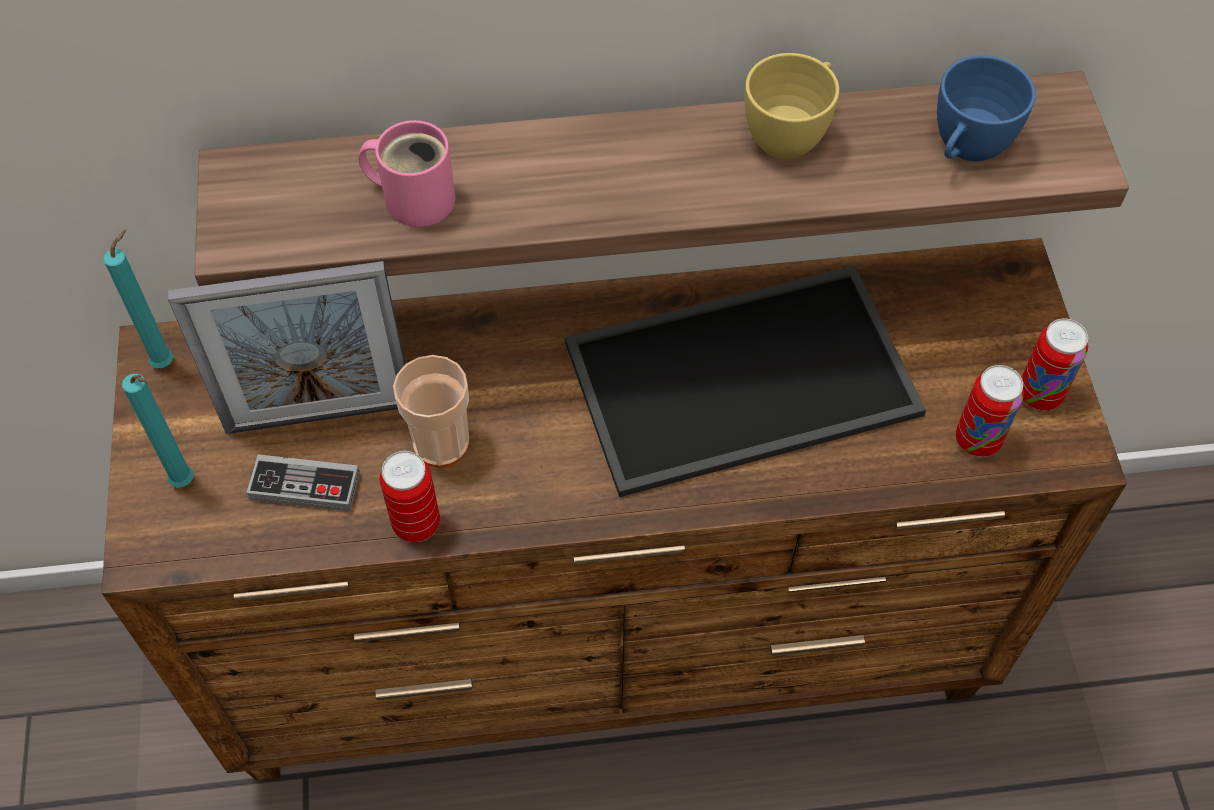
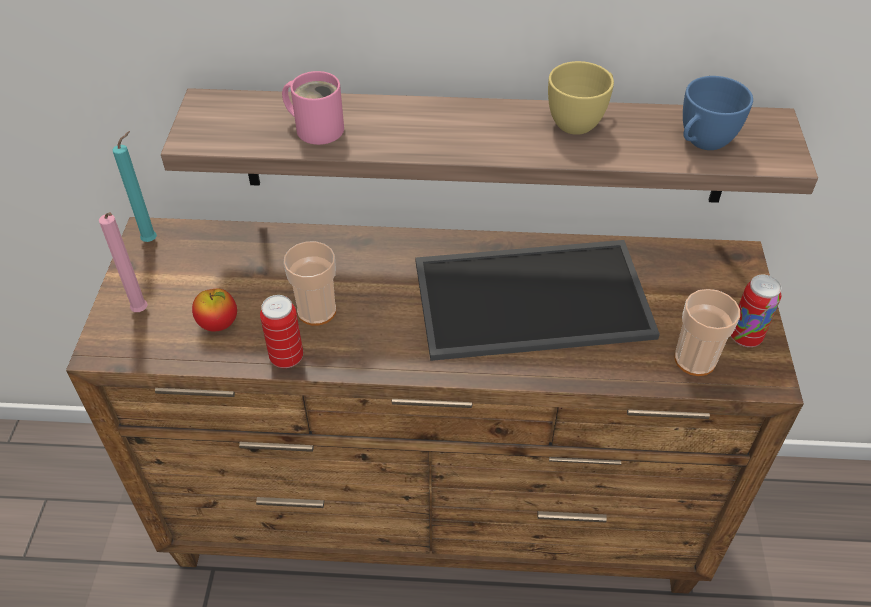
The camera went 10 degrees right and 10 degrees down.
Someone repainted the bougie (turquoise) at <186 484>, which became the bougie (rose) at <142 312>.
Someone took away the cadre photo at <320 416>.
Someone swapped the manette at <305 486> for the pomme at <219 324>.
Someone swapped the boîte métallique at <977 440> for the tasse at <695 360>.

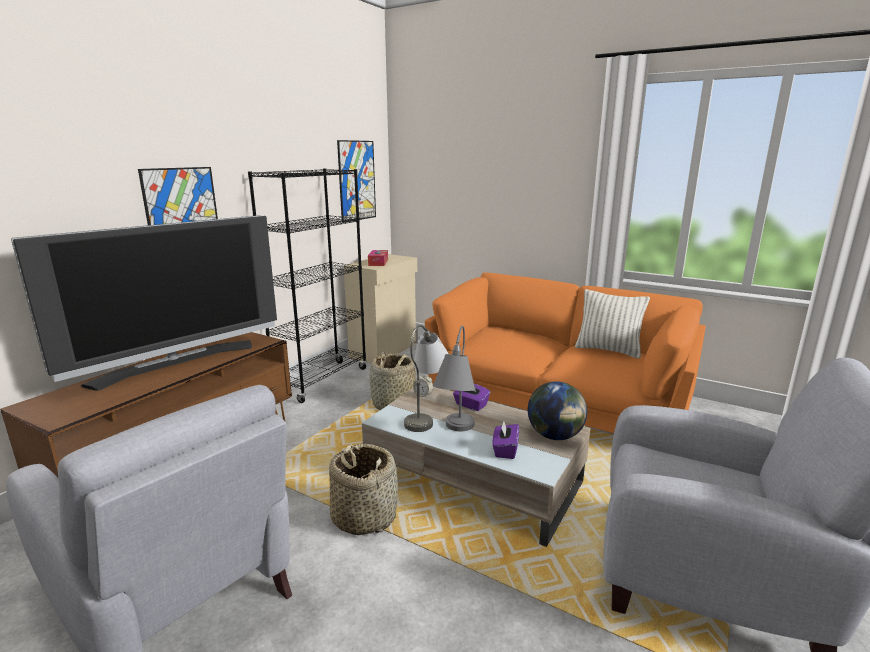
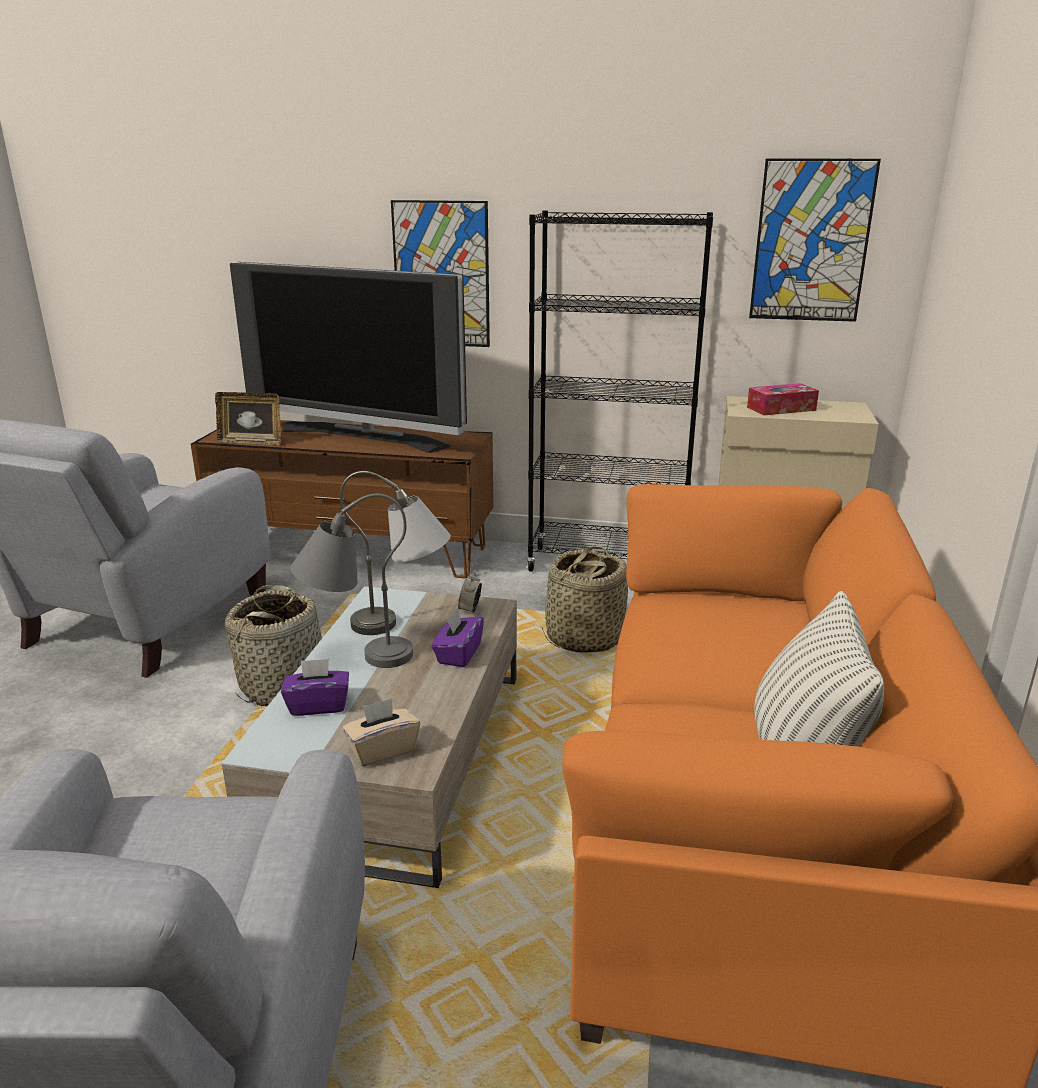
The camera went 70 degrees right and 5 degrees up.
Someone swapped the globe at <555 436> for the boîte à mouchoirs (beige) at <382 750>.
Someone put down the cadre photo at <251 442>.

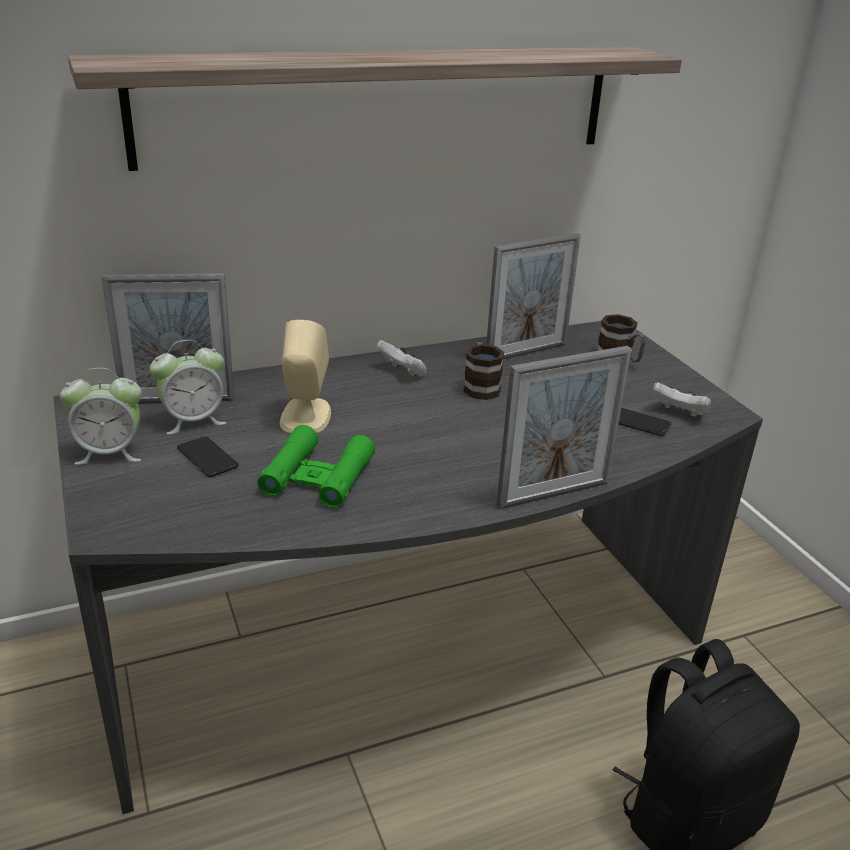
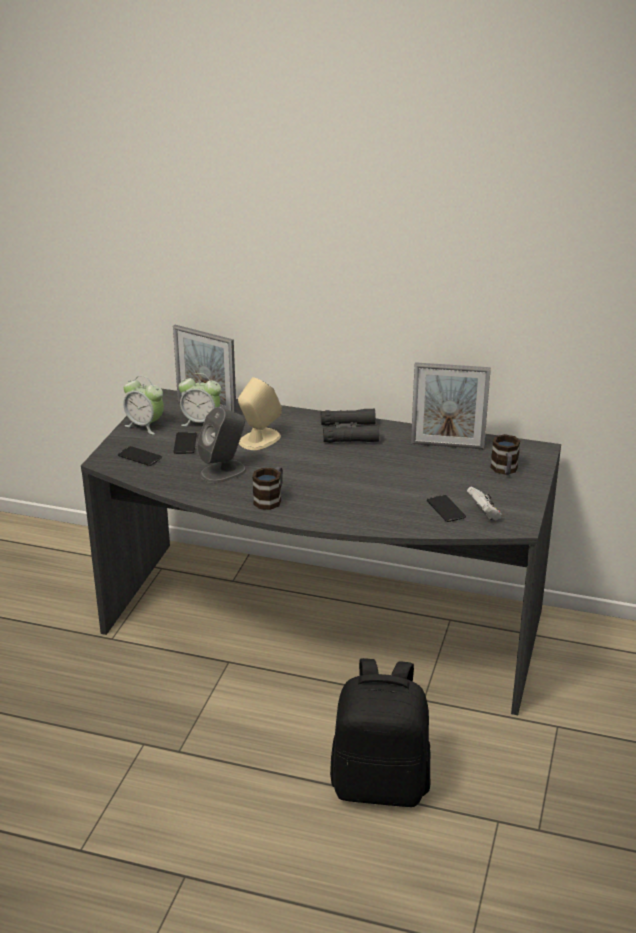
The camera went 40 degrees right and 0 degrees up.
Someone took away the étagère at <383 104>.
Someone swapped the jumelles (vert) at <317 477> for the enceinte (gris) at <224 472>.
Someone swapped the manette (blanc) at <403 372> for the jumelles (noir) at <349 432>.
Someone carried the mug from <480 386> to <270 499>.
Someone took away the cadre photo at <553 494>.
Someone put down the téléphone at <140 457>.

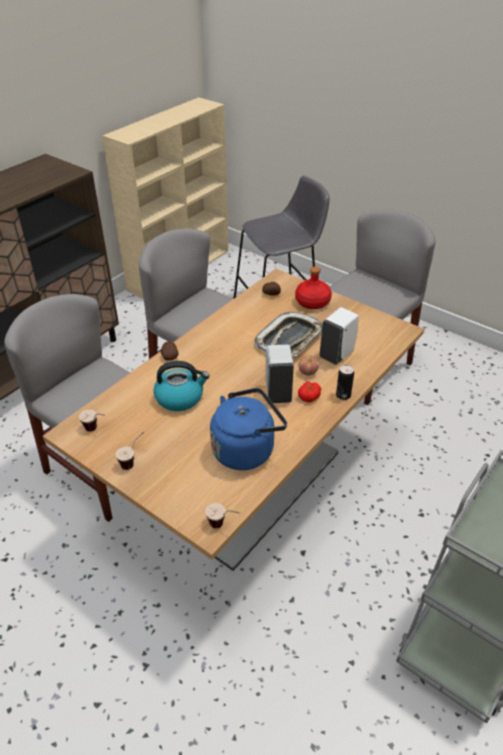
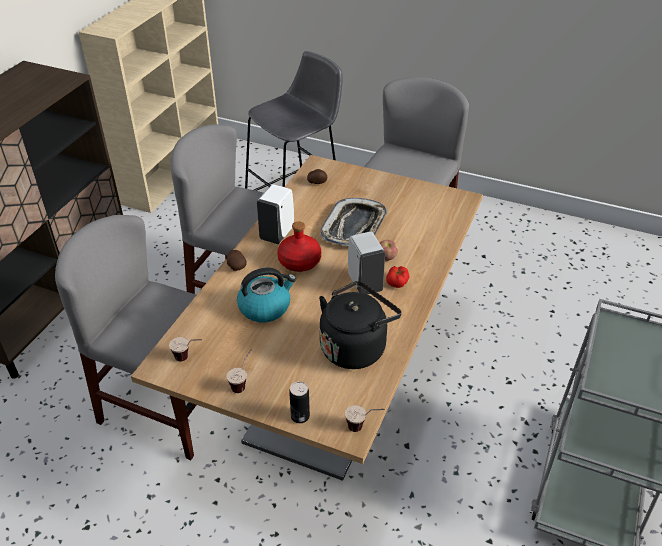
The camera went 15 degrees left and 0 degrees up.
Someone repainted the bouilloire (bleu) at <246 449>, which became the bouilloire (noir) at <355 347>.
Someone carried the bouteille (rouge) from <312 302> to <299 262>.
Someone carried the distributeur de savon (blanc) from <337 354> to <277 233>.
Someone carried the boîte métallique from <343 395> to <300 416>.

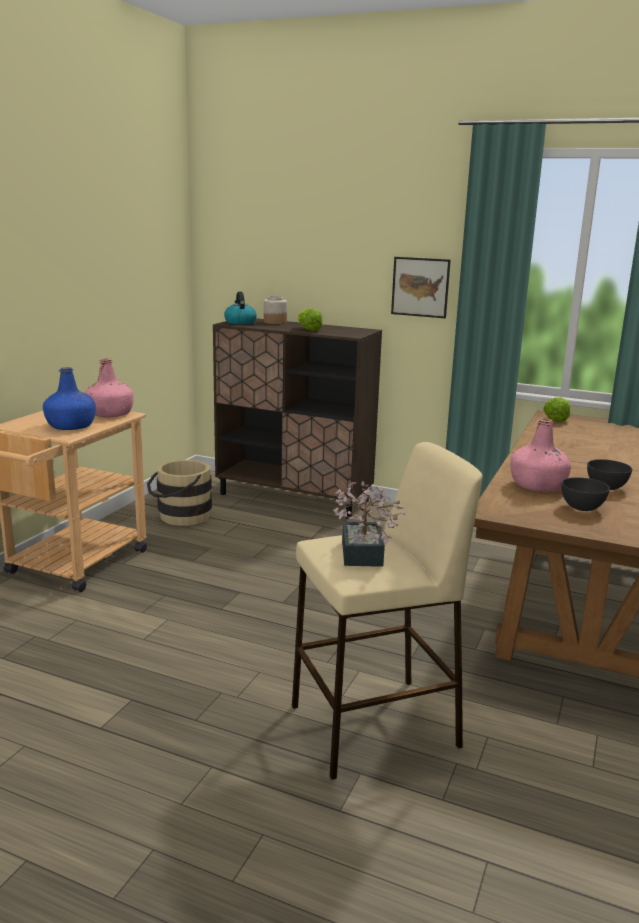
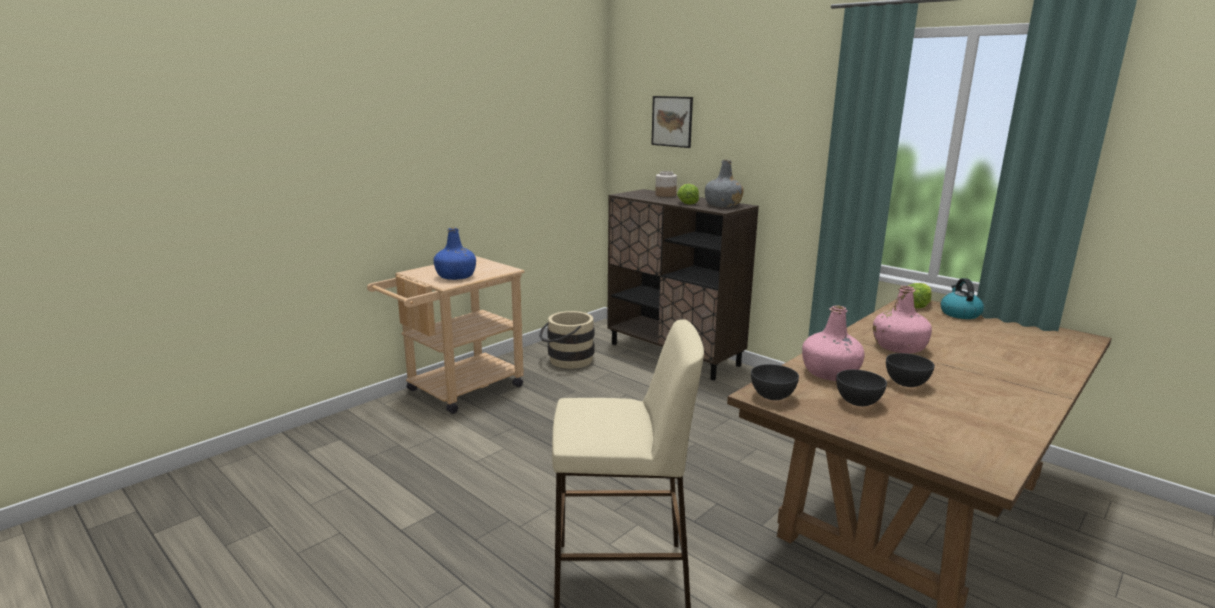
The camera went 20 degrees right and 0 degrees up.
Someone carried the bouteille (rose) from <110 414> to <899 347>.
Someone carried the bouilloire from <240 322> to <959 314>.
Someone took away the plante en pot at <361 556>.
Someone carried the tableau from <420 287> to <672 121>.
Someone put down the bouteille (gris) at <723 205>.
Someone put down the bol (gris) at <772 396>.

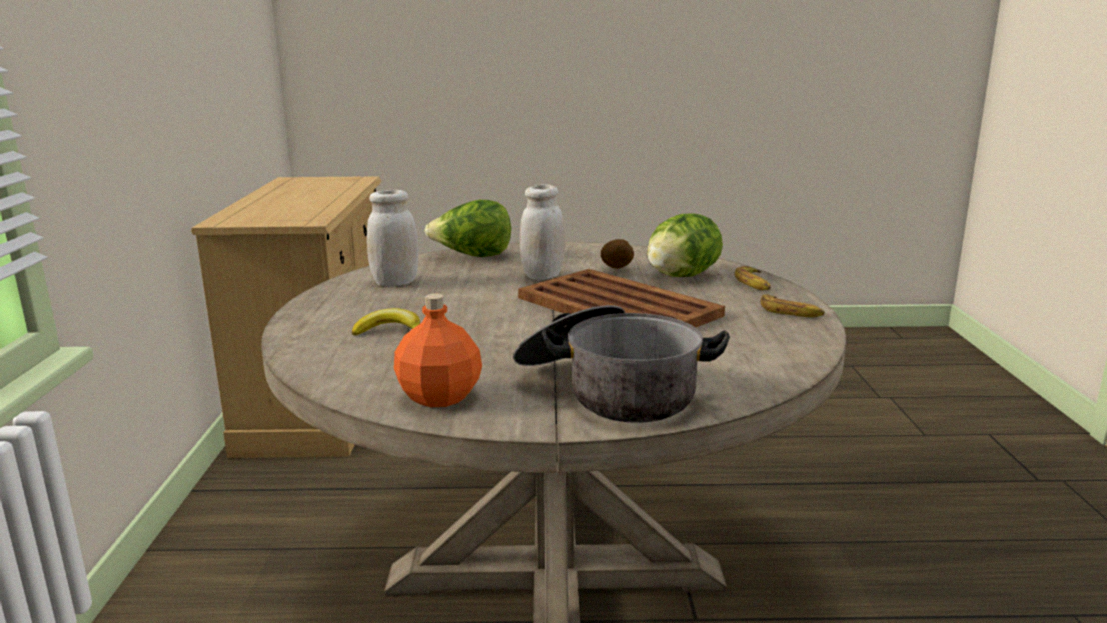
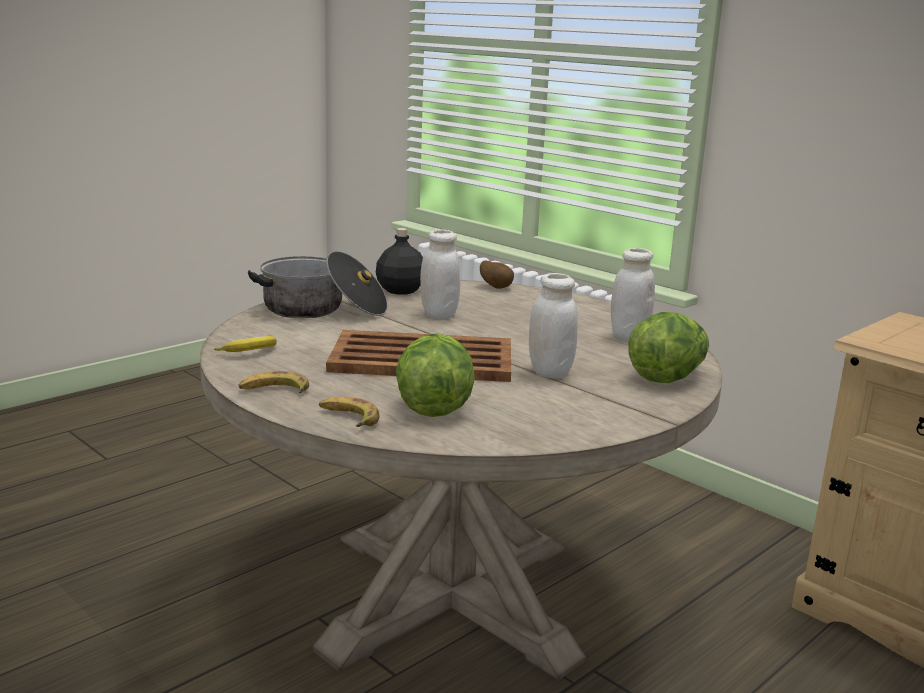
The camera went 135 degrees right and 0 degrees up.
Someone carried the banane from <390 331> to <250 352>.
Someone repainted the bouteille (orange) at <439 398>, which became the bouteille (noir) at <400 290>.
Someone carried the pomme de terre from <616 269> to <497 287>.
Someone put down the bocal (blanc) at <439 314>.

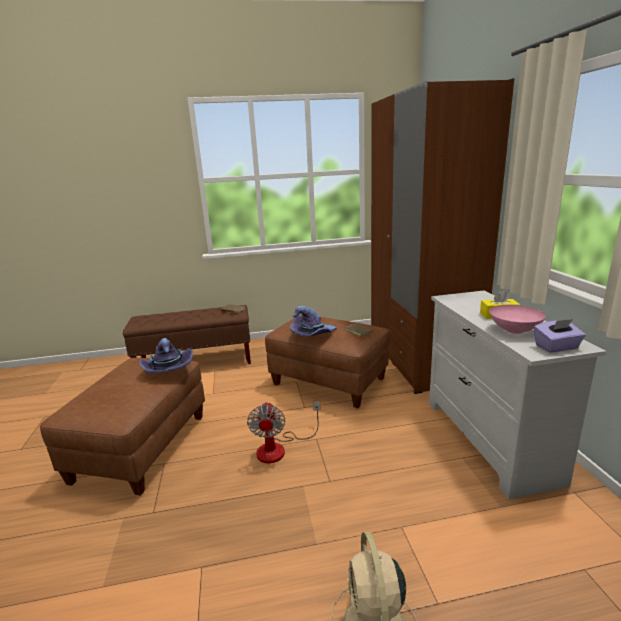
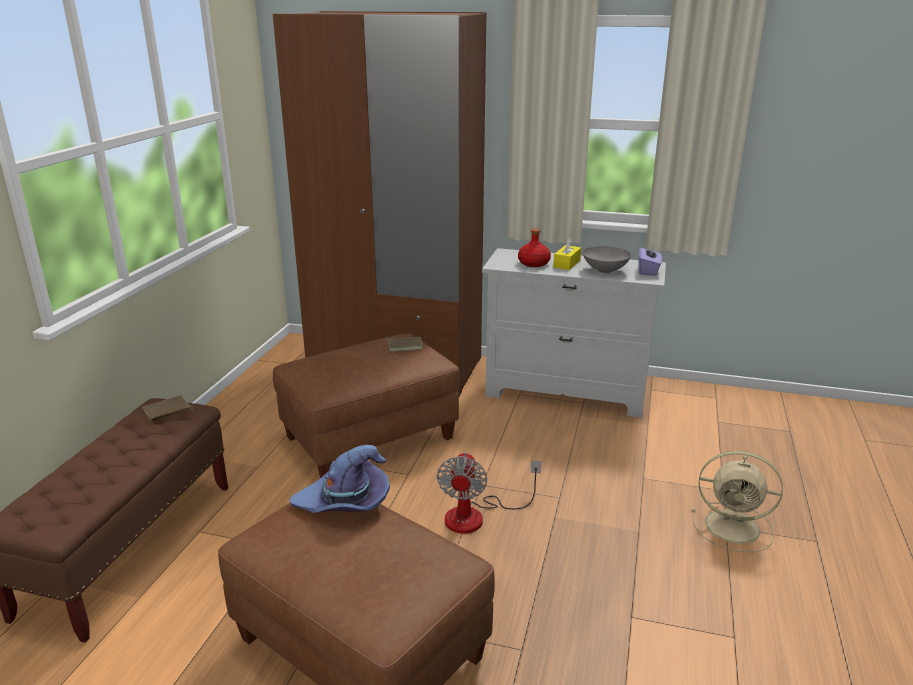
The camera went 65 degrees left and 5 degrees up.
Someone rotated the ventilateur at <279 448> by 75 degrees clockwise.
Someone took away the chapeau (violet) at <312 334>.
Someone repainted the bol (rose) at <513 330>, which became the bol (gris) at <604 270>.
Someone put down the bouteille (rouge) at <534 263>.

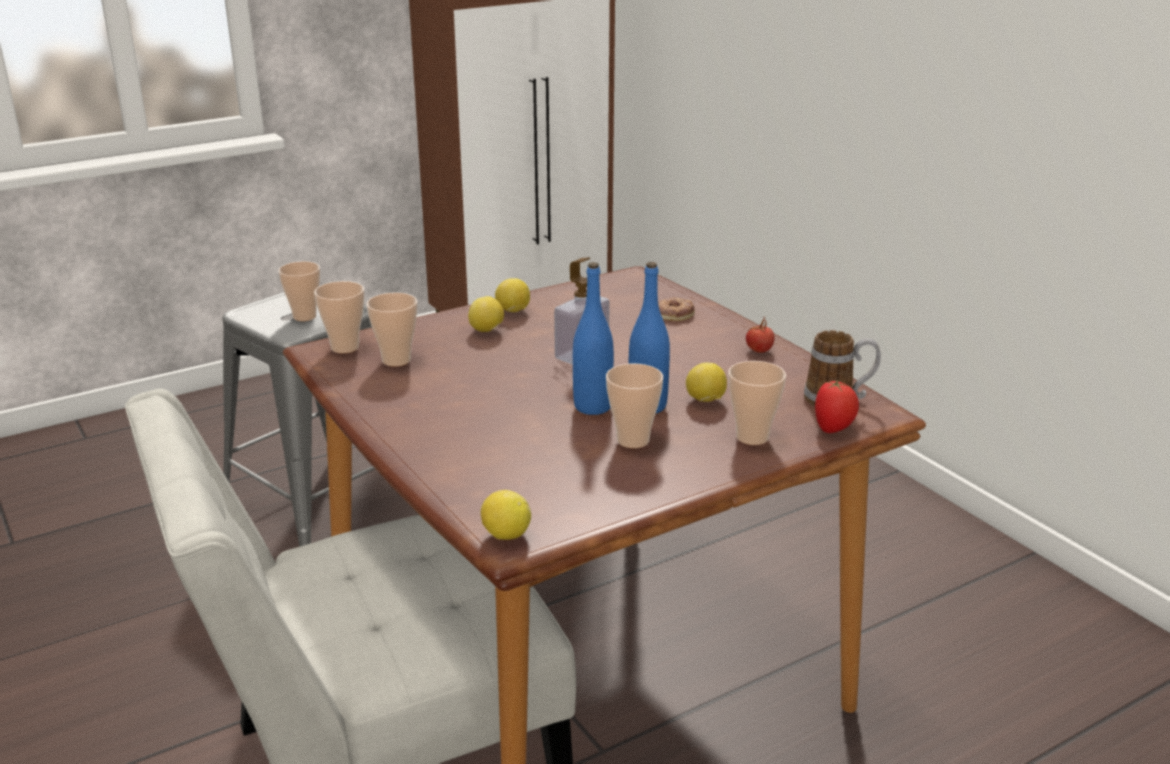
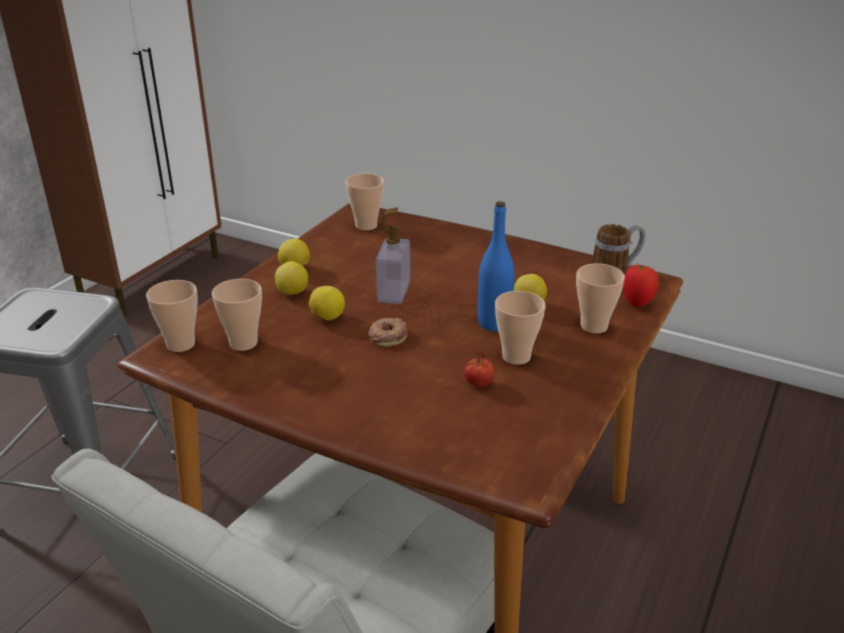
The camera went 30 degrees left and 5 degrees up.
Someone carried the tasse from <304 316> to <366 226>.
Someone carried the citron from <505 535> to <327 318>.
Someone took away the bouteille (bleu) at <592 407>.
Someone carried the beignet from <674 313> to <387 336>.
Someone carried the tomate from <759 350> to <478 383>.

